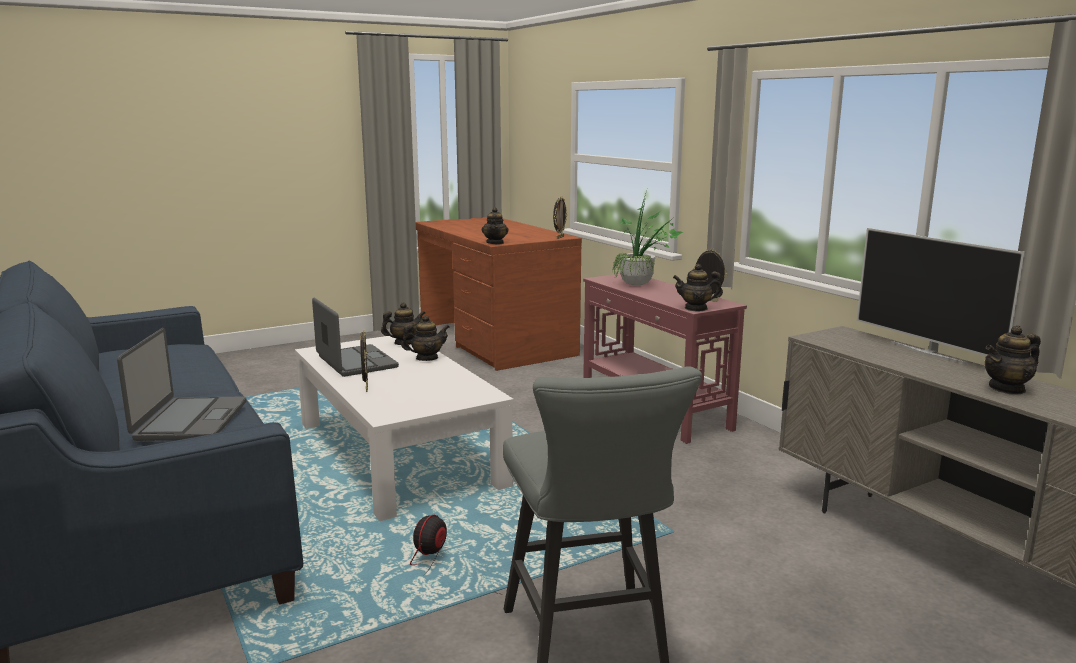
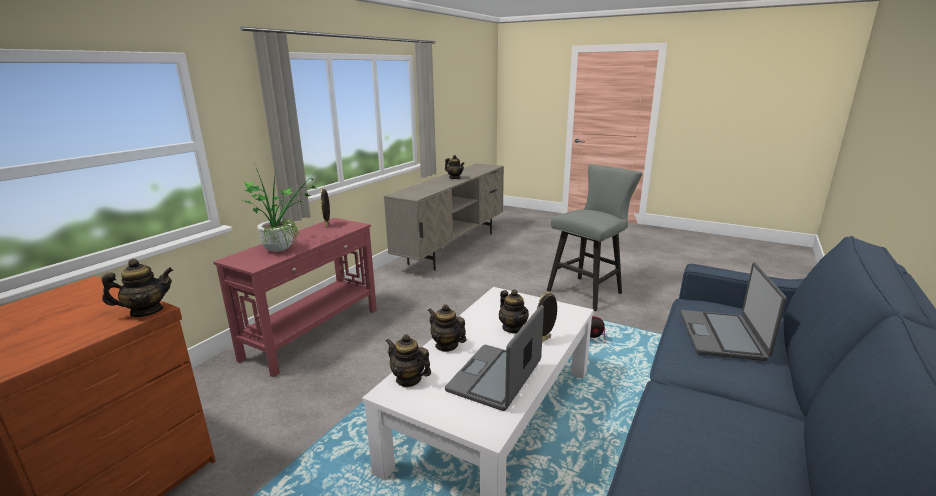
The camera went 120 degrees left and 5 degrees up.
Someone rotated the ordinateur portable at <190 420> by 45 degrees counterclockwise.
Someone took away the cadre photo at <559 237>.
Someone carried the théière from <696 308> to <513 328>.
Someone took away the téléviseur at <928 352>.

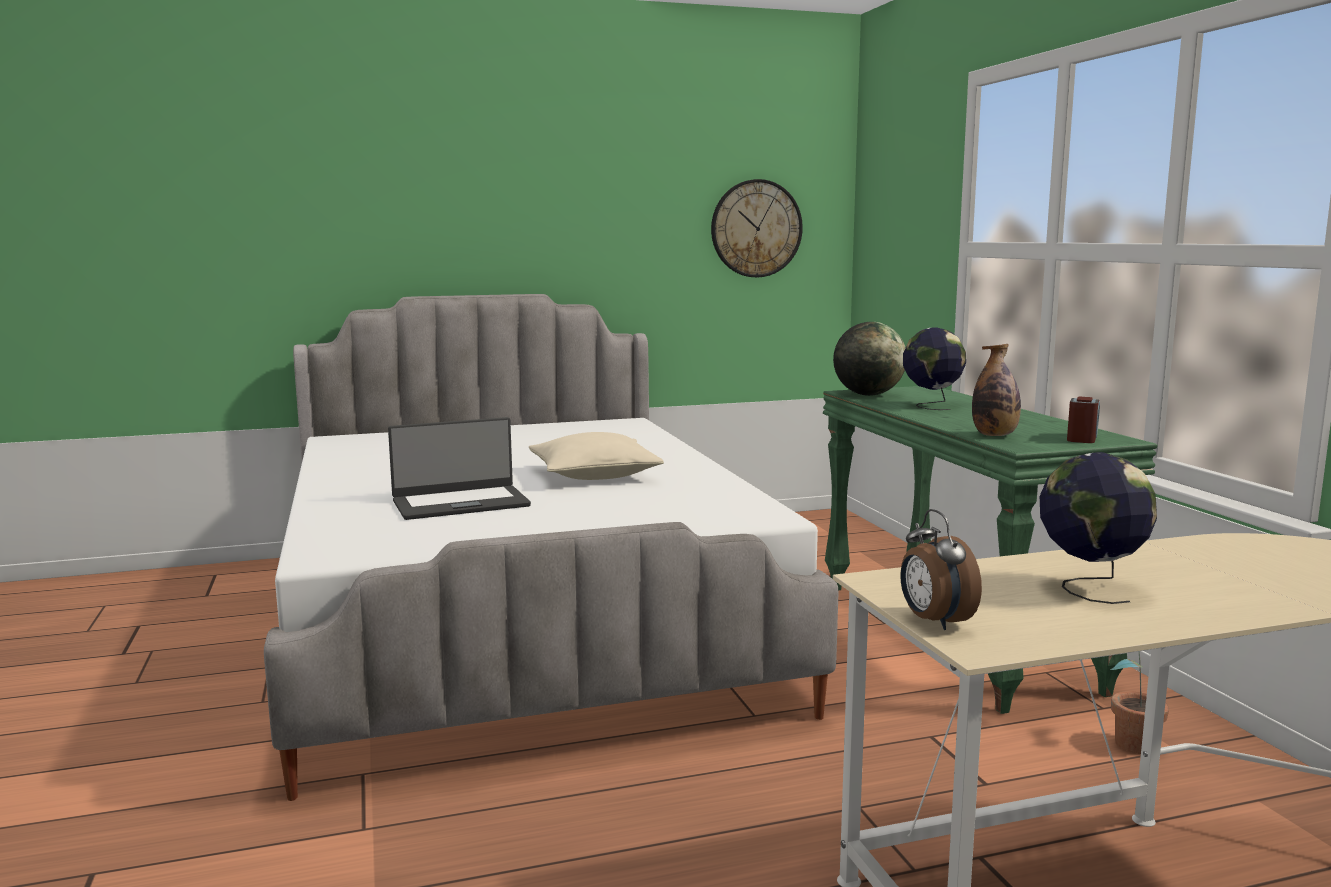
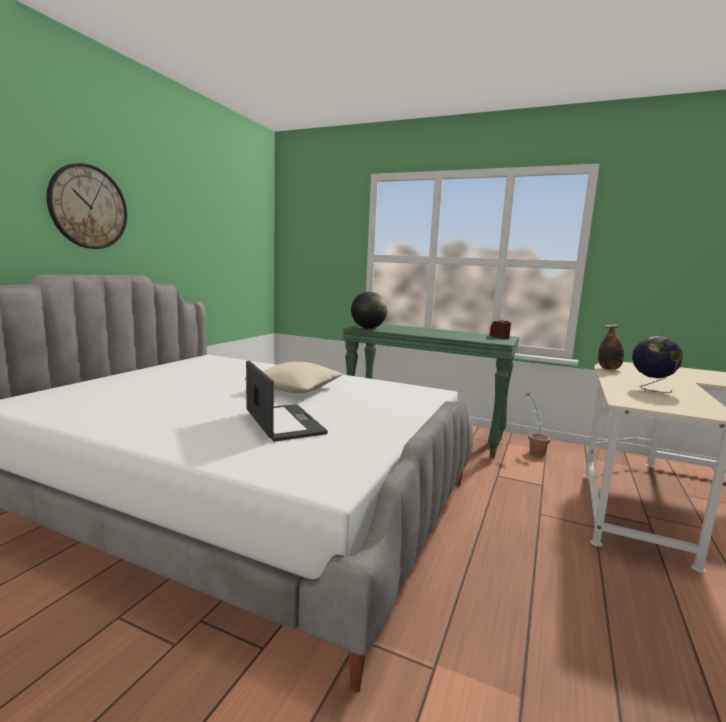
The camera went 50 degrees left and 0 degrees up.
Someone rotated the ordinateur portable at <460 503> by 45 degrees counterclockwise.
Someone carried the horloge murale from <756 228> to <88 207>.
Someone took away the réveil at <934 621>.
Someone took away the globe at <931 405>.
Someone carried the bouteille from <994 435> to <609 369>.

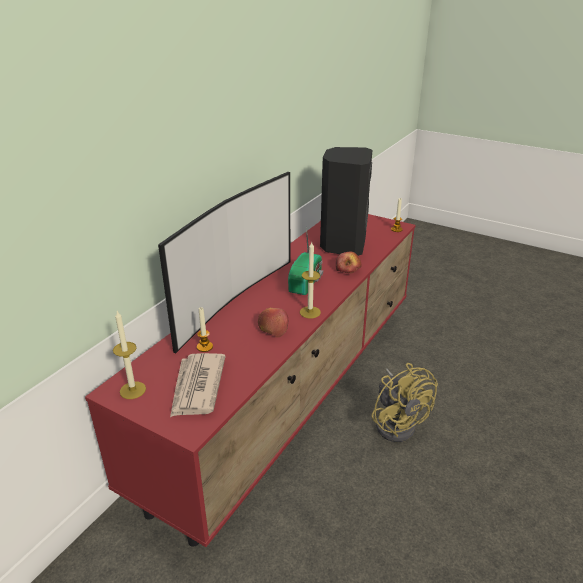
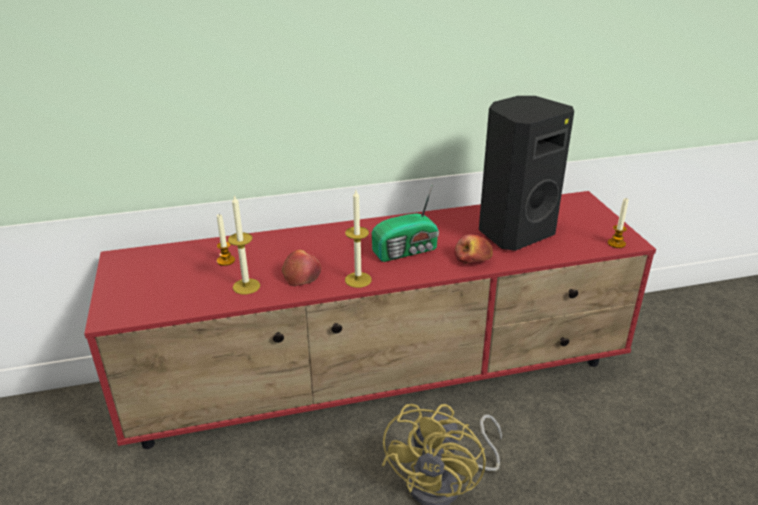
The camera went 45 degrees right and 0 degrees up.
Someone carried the bougie from <132 390> to <246 286>.
Someone took away the téléviseur at <233 299>.
Someone took away the journal at <197 387>.

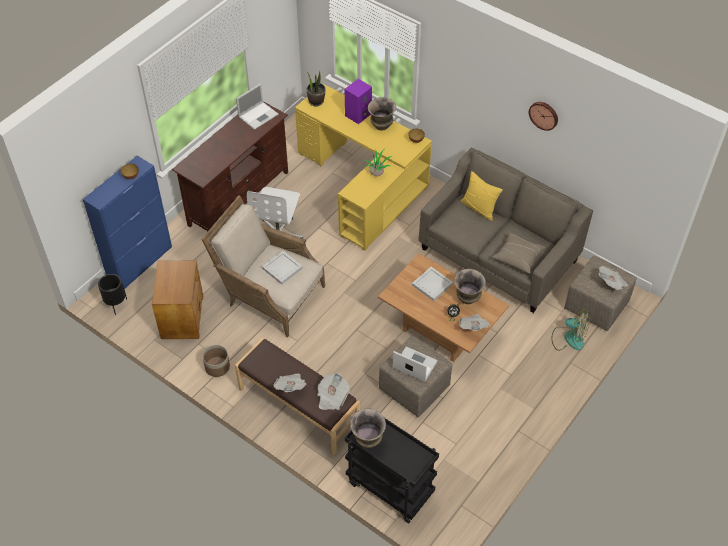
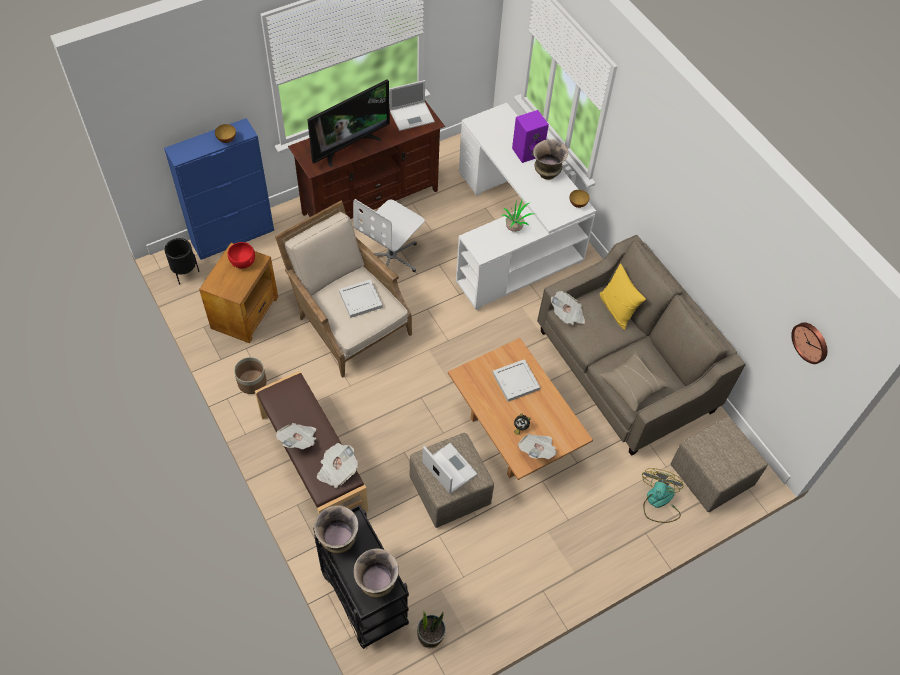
The camera went 20 degrees right and 5 degrees up.
Someone repainted the bureau (jaune) at <364 185>, which became the bureau (blanc) at <513 234>.
Someone carried the plante en pot from <316 101> to <430 636>.
Someone carried the vase from <468 299> to <377 585>.
Someone carried the horloge murale from <544 115> to <811 342>.
Someone rotated the ventilateur at <569 338> by 120 degrees counterclockwise.
Someone carried the journal from <611 283> to <567 314>.
Someone put down the bol (rouge) at <243 261>.
Someone put down the téléviseur at <349 146>.

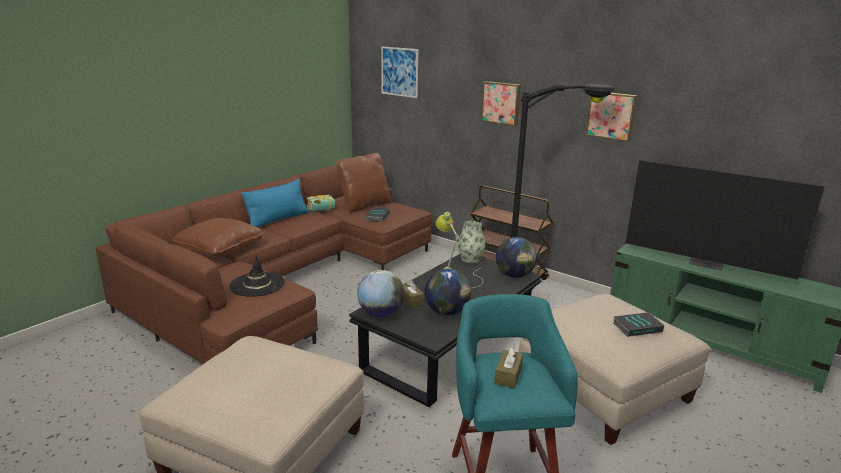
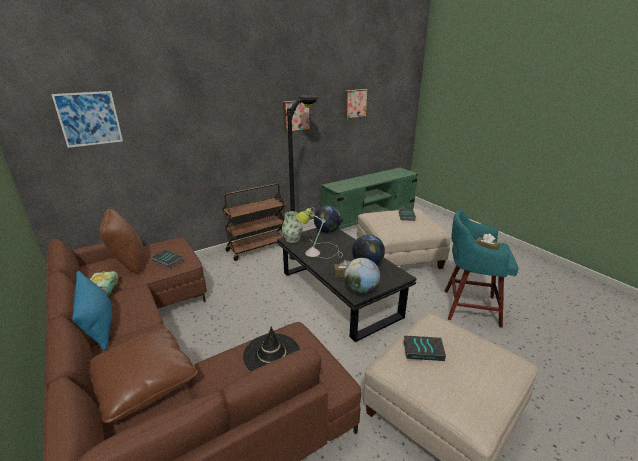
The camera went 70 degrees left and 5 degrees up.
Someone carried the tableau from <501 103> to <355 103>.
Someone took away the téléviseur at <706 264>.
Someone put down the livre at <423 350>.

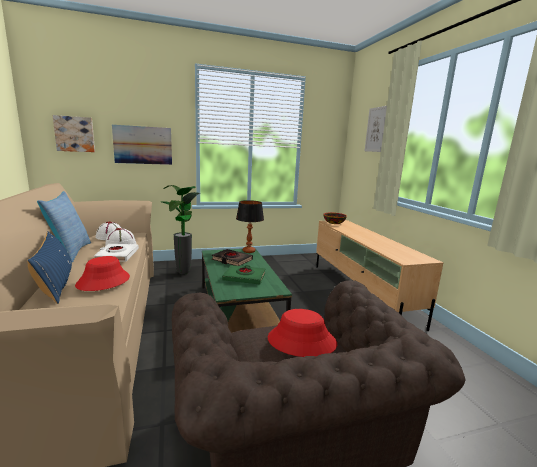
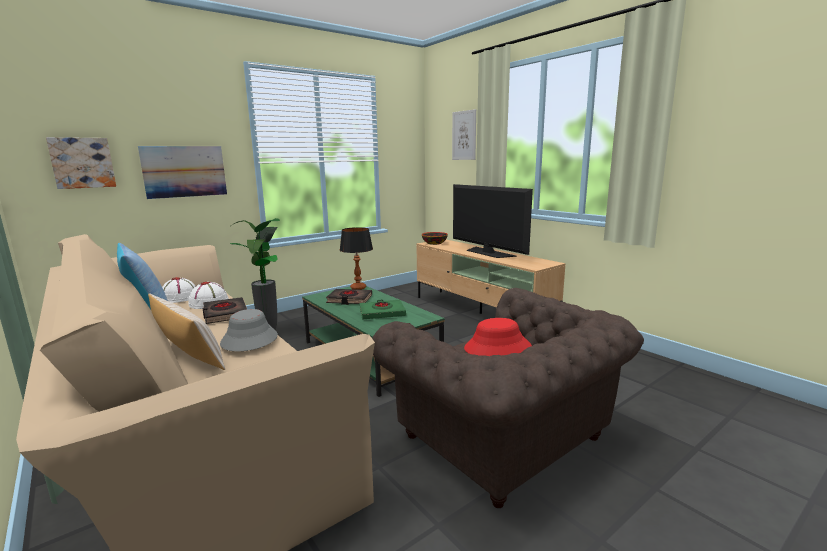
The camera went 20 degrees left and 0 degrees up.
Someone repainted the coussin (bleu) at <56 284>, which became the coussin (beige) at <189 354>.
Someone repainted the chapeau (rouge) at <103 281>, which became the chapeau (gris) at <249 340>.
Someone repainted the livre (blanc) at <117 255>, which became the livre (noir) at <225 314>.
Someone put down the téléviseur at <488 253>.

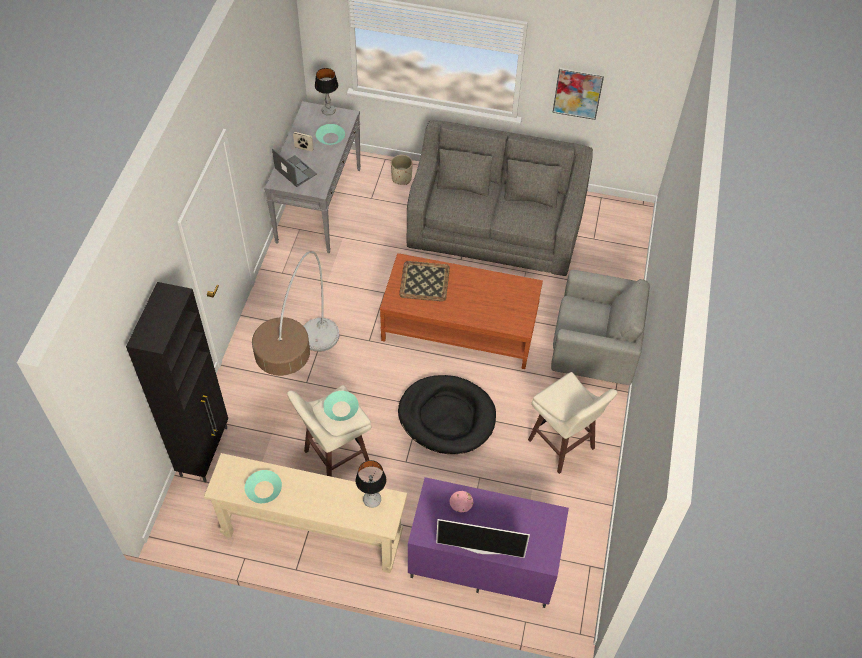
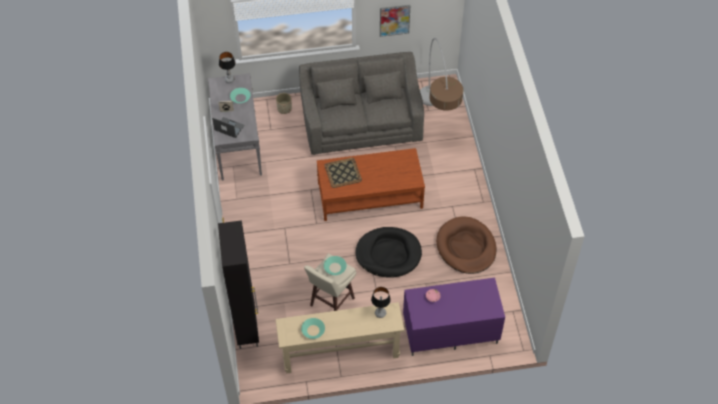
The camera went 20 degrees left and 0 degrees up.
Someone carried the lampadaire from <304 379> to <437 122>.
Someone took away the téléviseur at <480 549>.
Someone swapped the tabouret (beige) at <562 446> for the panier pour chien (marron) at <466 247>.
Someone took away the fauteuil (gris) at <593 353>.

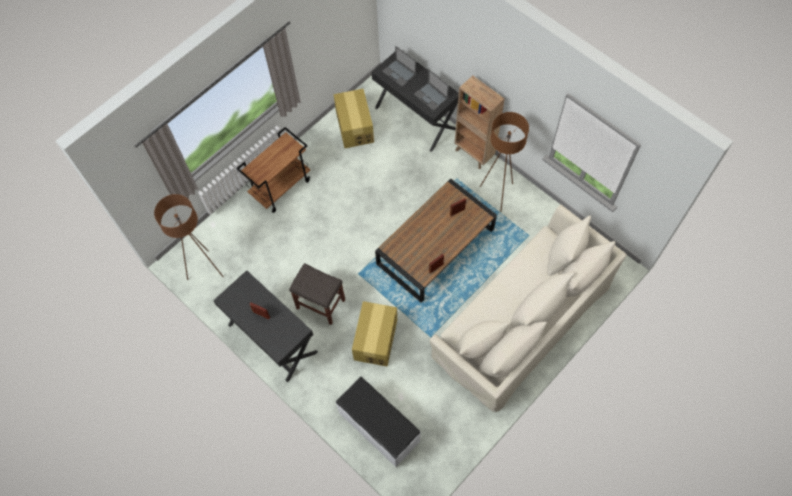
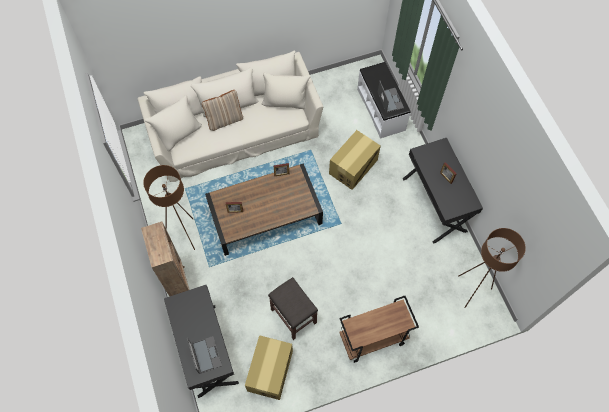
The camera went 155 degrees left and 0 degrees up.
Someone carried the tabouret (gris) from <321 304> to <293 316>.
Someone carried the ordinateur portable from <431 96> to <390 100>.
Someone put down the coussin (beige) at <224 120>.

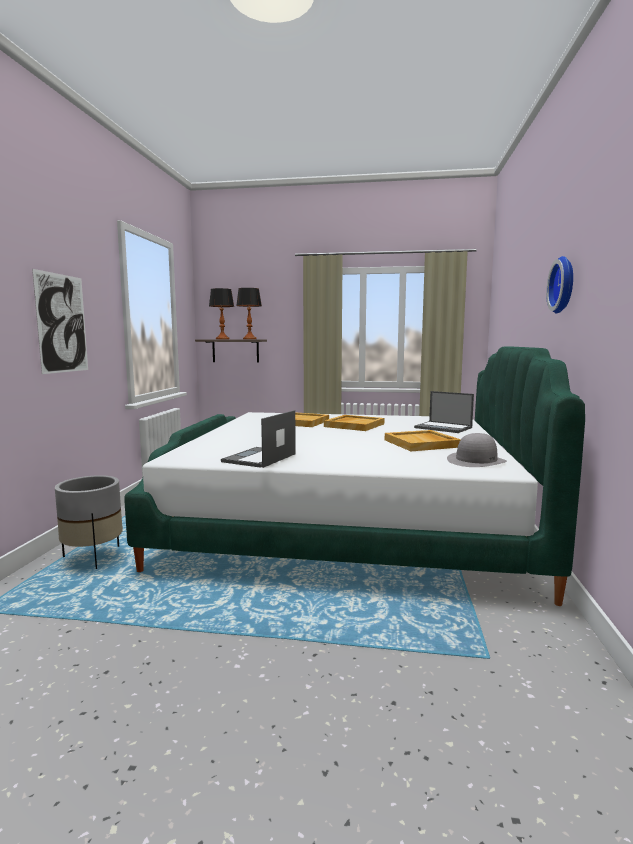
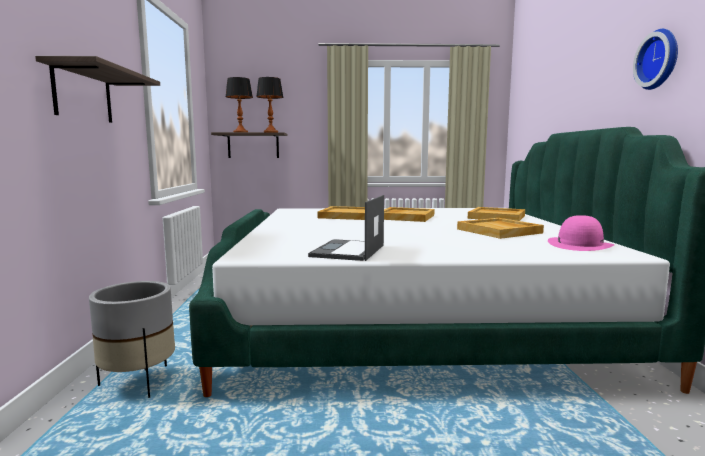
The camera went 10 degrees left and 0 degrees up.
Someone swapped the tableau at <62 323> for the étagère at <83 95>.
Someone swapped the ordinateur portable at <444 428> for the plateau (beige) at <497 217>.
Someone repainted the chapeau (gris) at <476 460>, which became the chapeau (rose) at <579 245>.

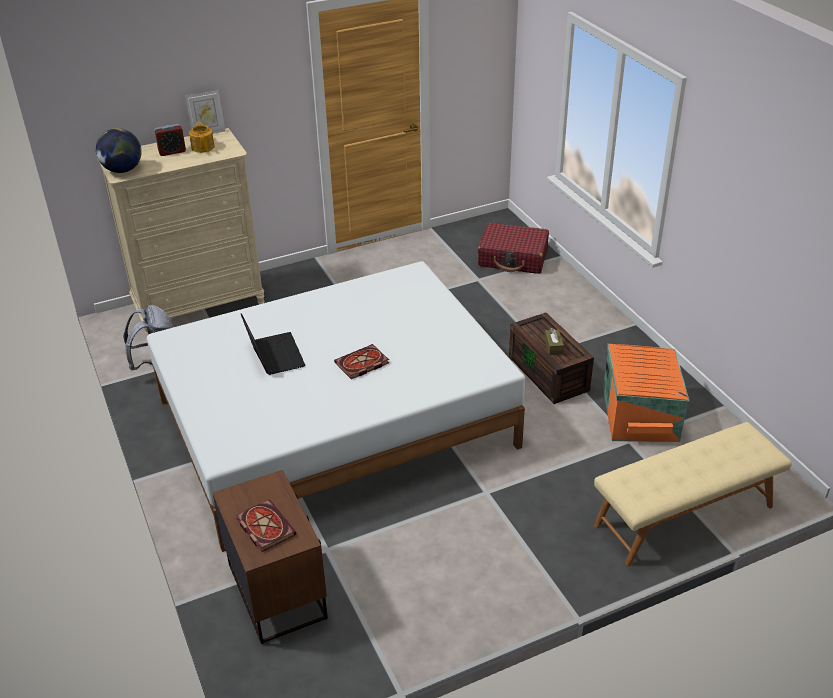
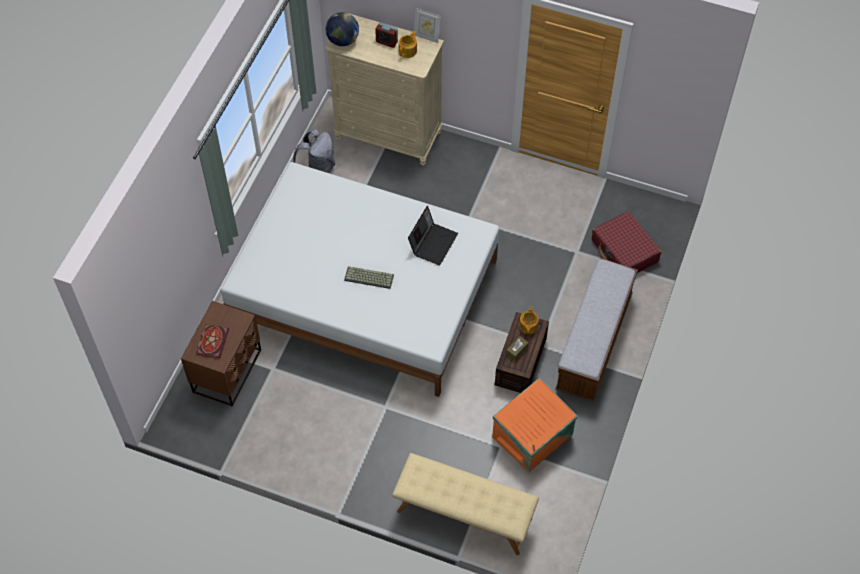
The camera went 45 degrees right and 20 degrees up.
Someone carried the ordinateur portable from <273 355> to <433 243>.
Someone swapped the livre at <361 364> for the clavier at <368 278>.
Someone put down the théière at <528 326>.
Someone put down the banc at <593 342>.

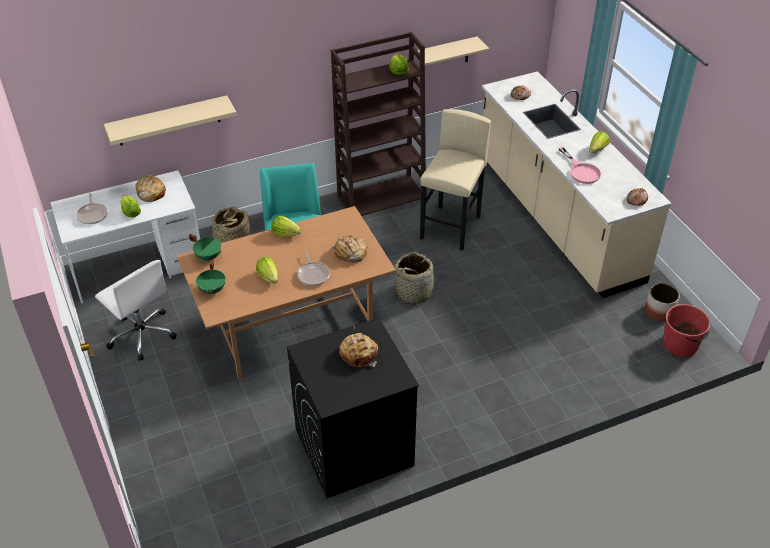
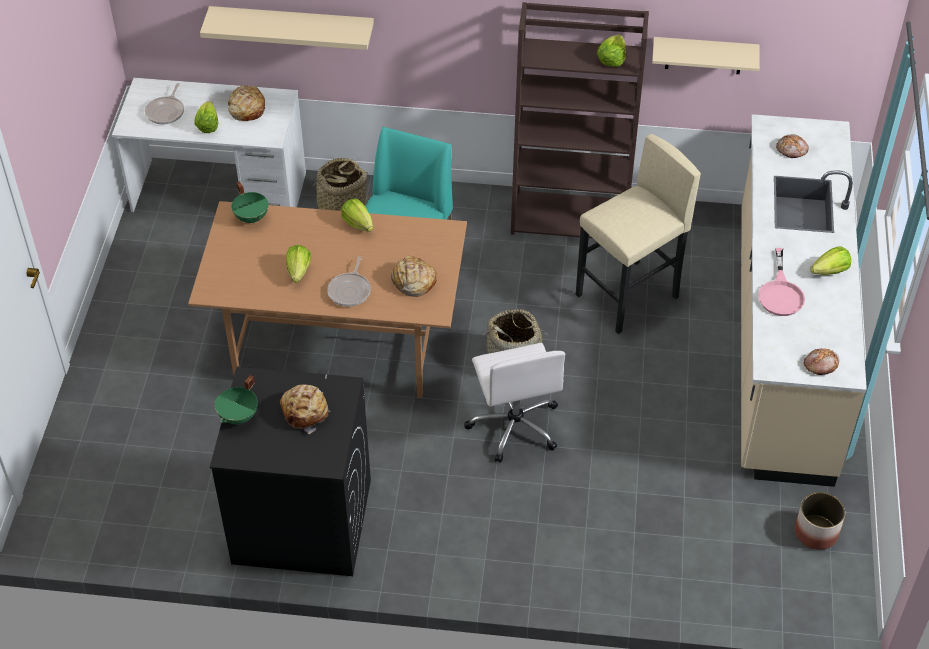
The camera went 30 degrees right and 5 degrees up.
Someone carried the chaise de bureau (blanc) from <142 334> to <514 425>.
Someone carried the marmite (vert) from <213 289> to <239 416>.
Someone took away the seau (rouge) at <680 344>.

